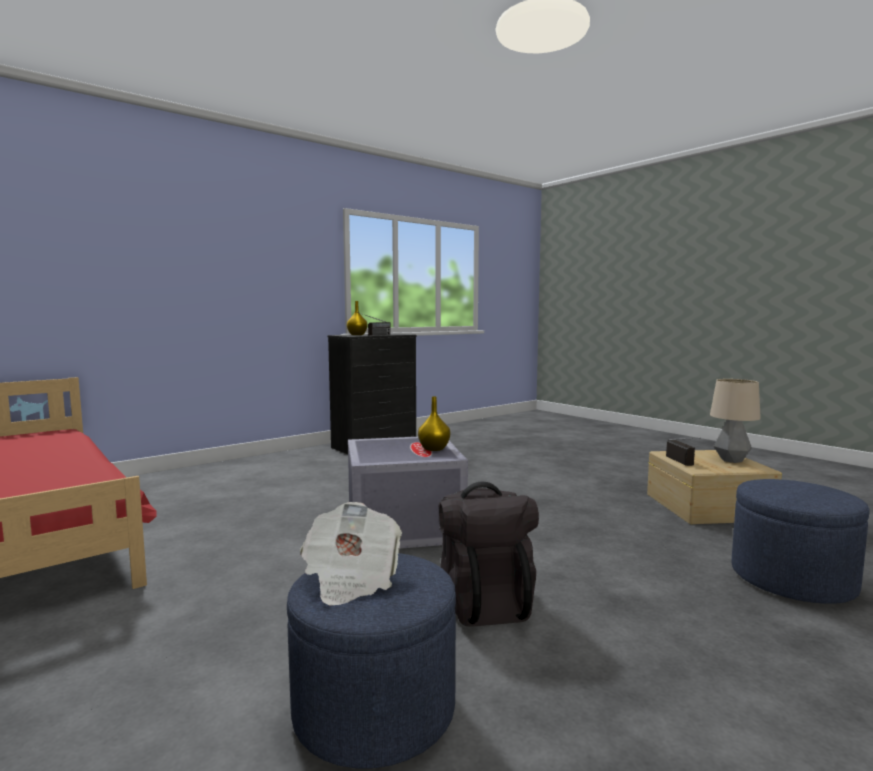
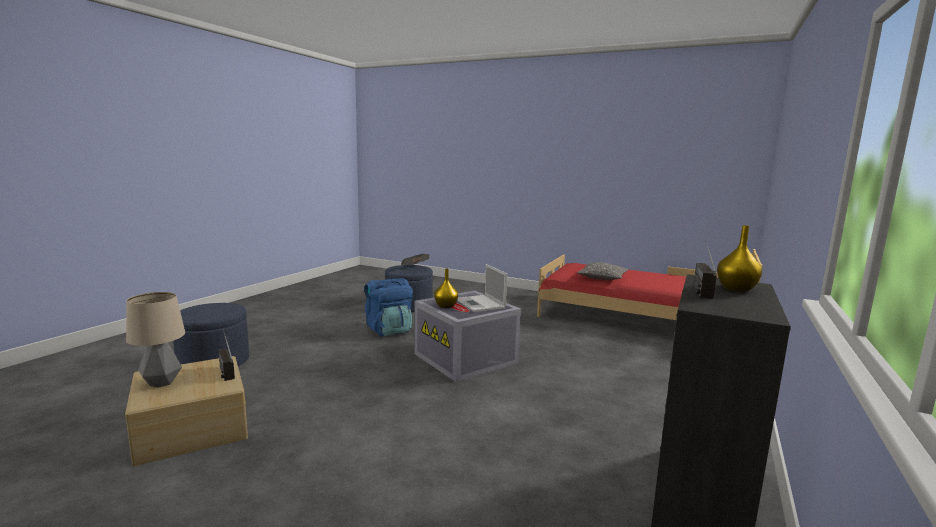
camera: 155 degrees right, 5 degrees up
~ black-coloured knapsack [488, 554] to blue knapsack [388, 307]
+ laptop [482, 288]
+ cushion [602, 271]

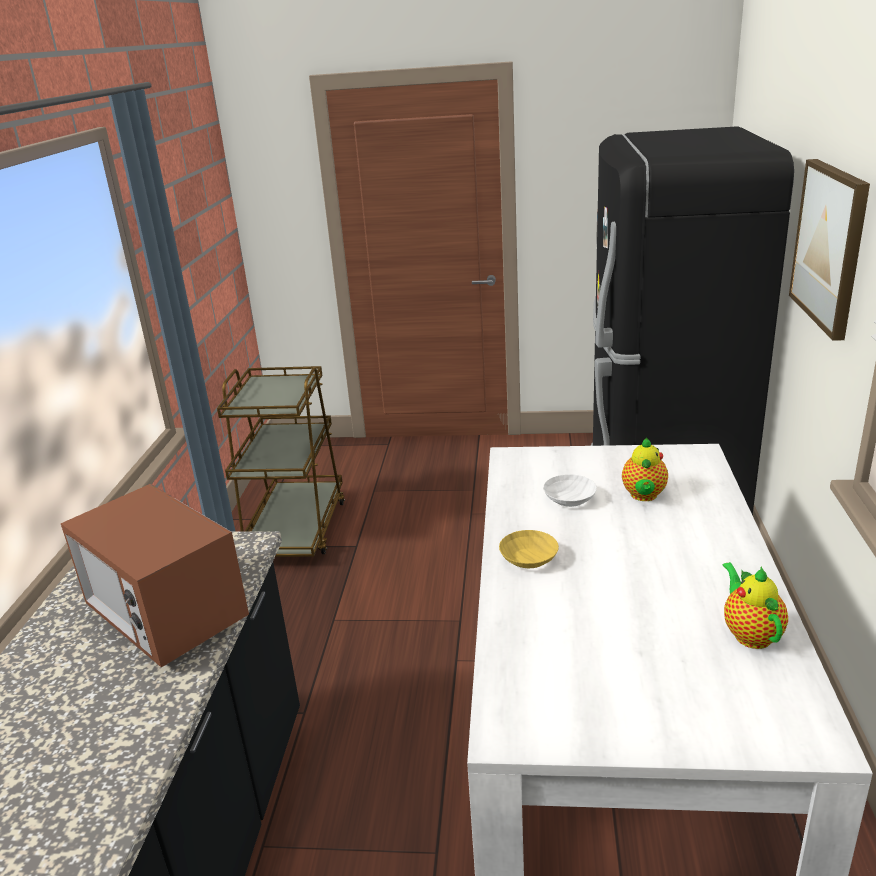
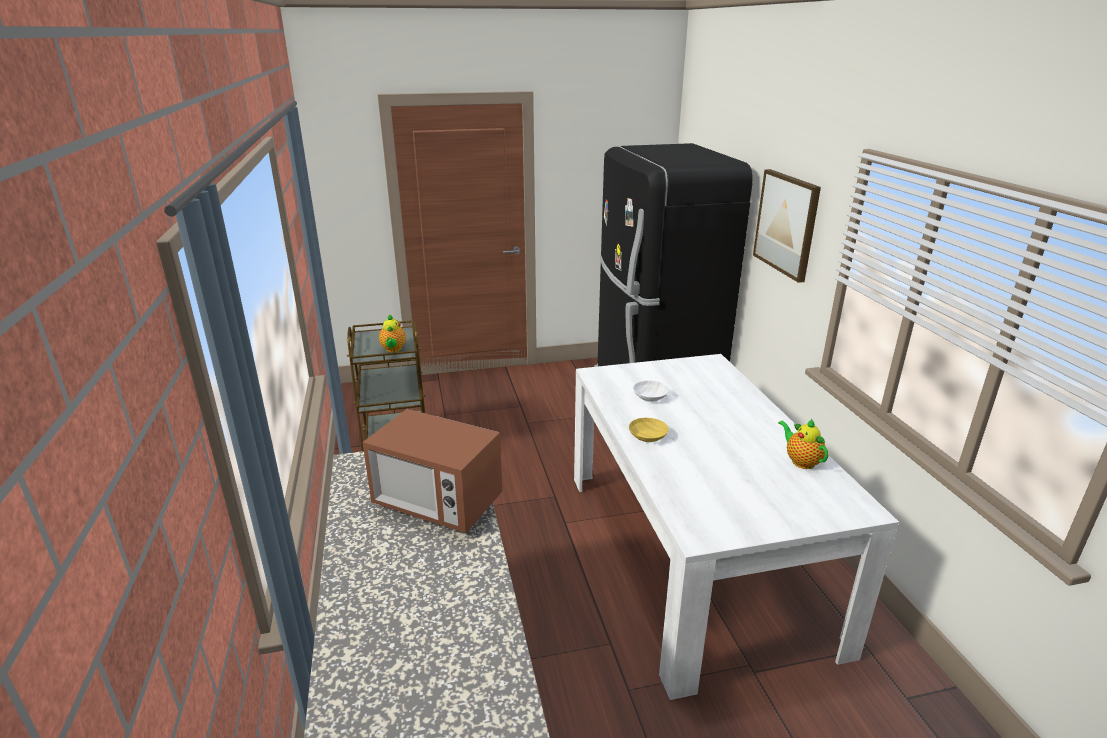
camera: 20 degrees left, 0 degrees up
~ tea pot [645, 469] to [392, 333]

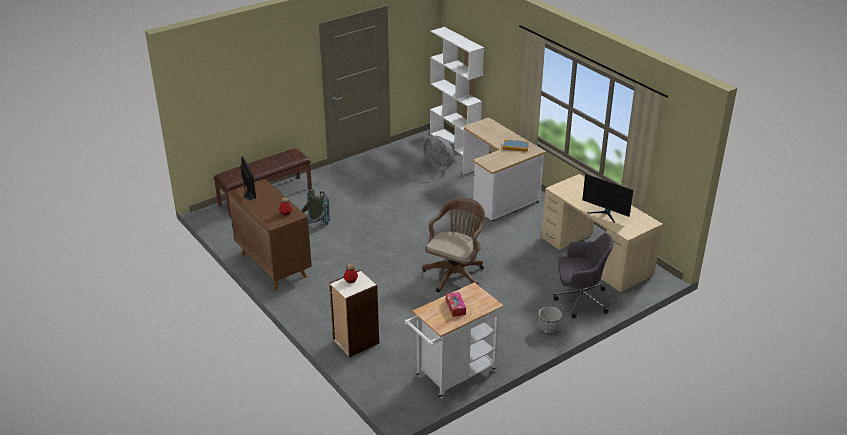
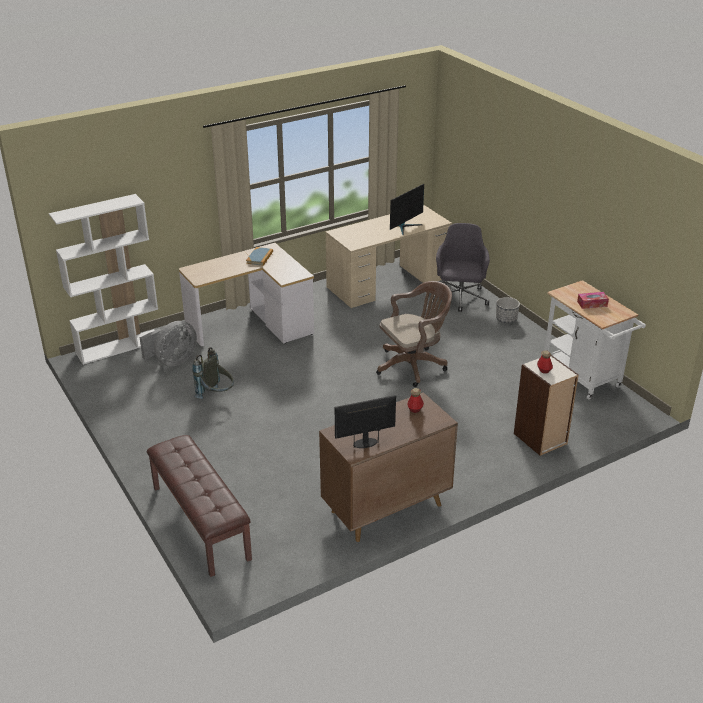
camera: 85 degrees left, 0 degrees up
~ greyish knapsack [315, 207] to [213, 373]
~ brown-coloured office chair [453, 244] = [414, 334] 120 degrees clockwise

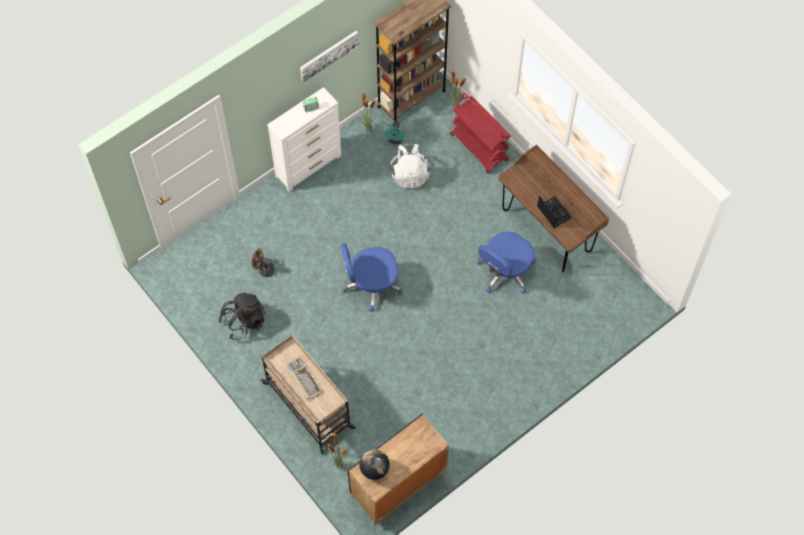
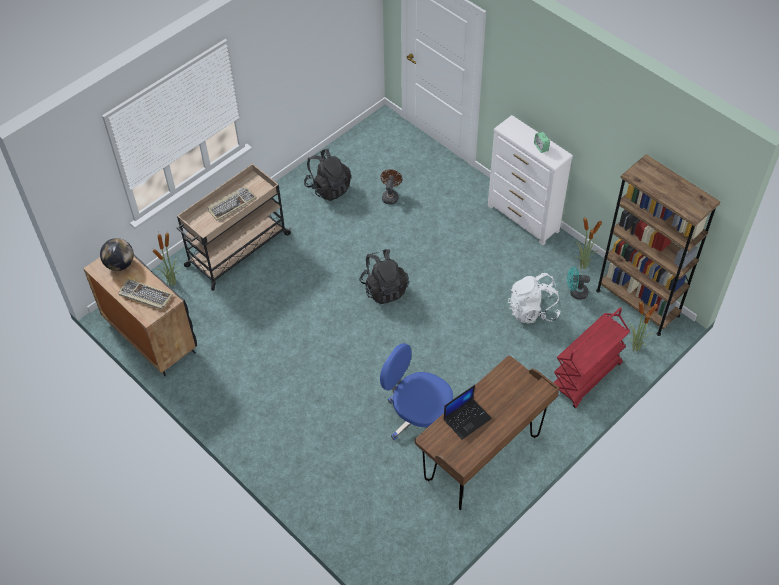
camera: 85 degrees right, 10 degrees down
- wall art [329, 57]
~ blue office chair [371, 277] to black-coloured knapsack [384, 276]
+ PC keyboard [146, 294]

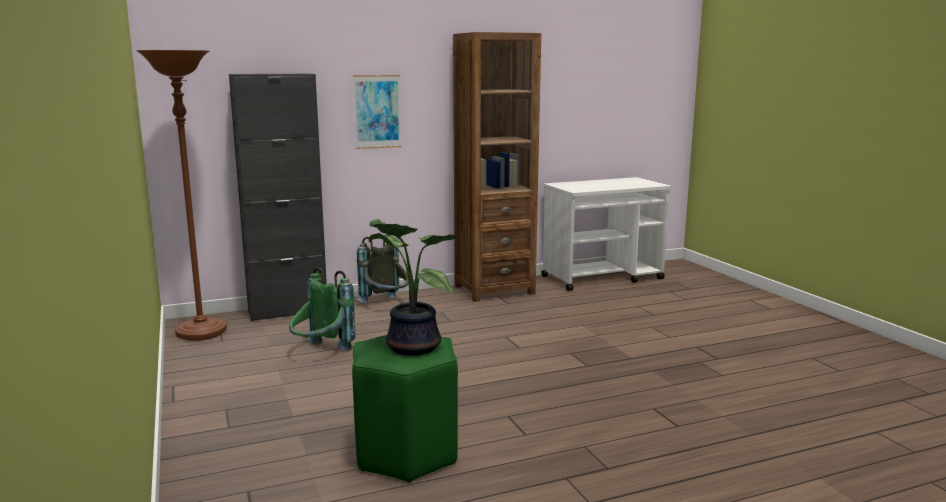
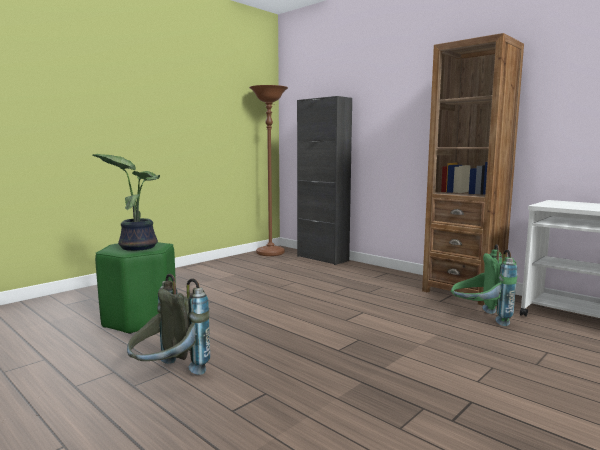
camera: 65 degrees right, 5 degrees down
~ green knapsack [322, 309] to [484, 285]
- wall art [377, 112]
~ greyish knapsack [382, 269] to [168, 324]

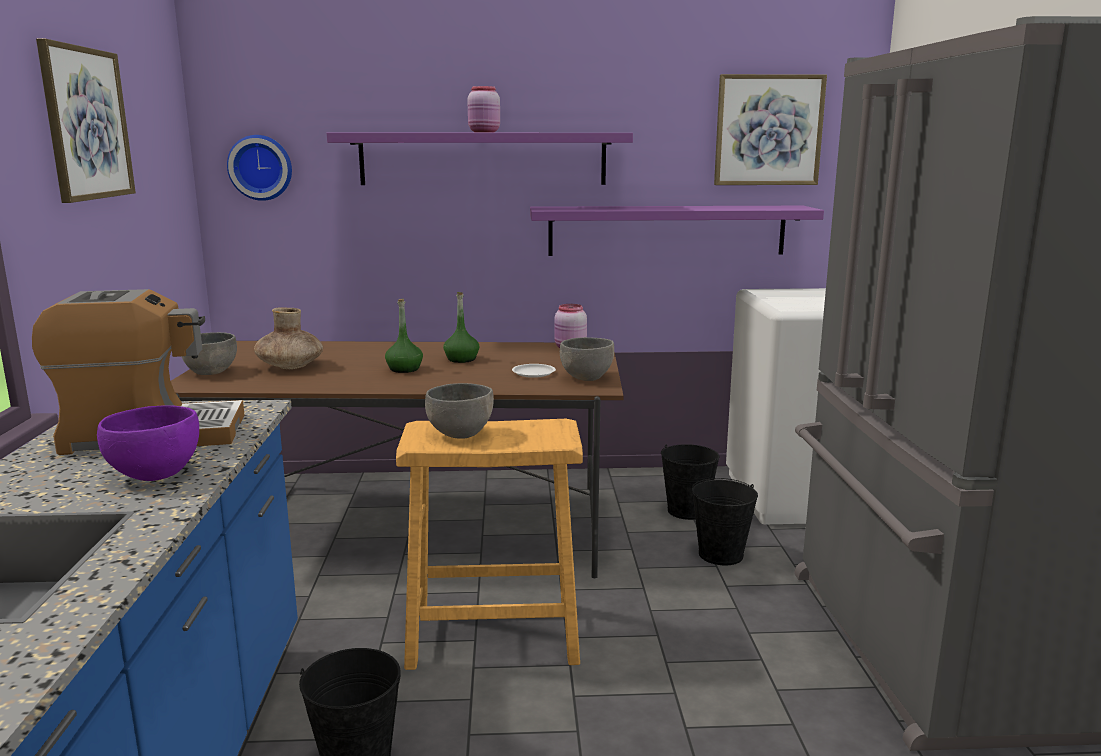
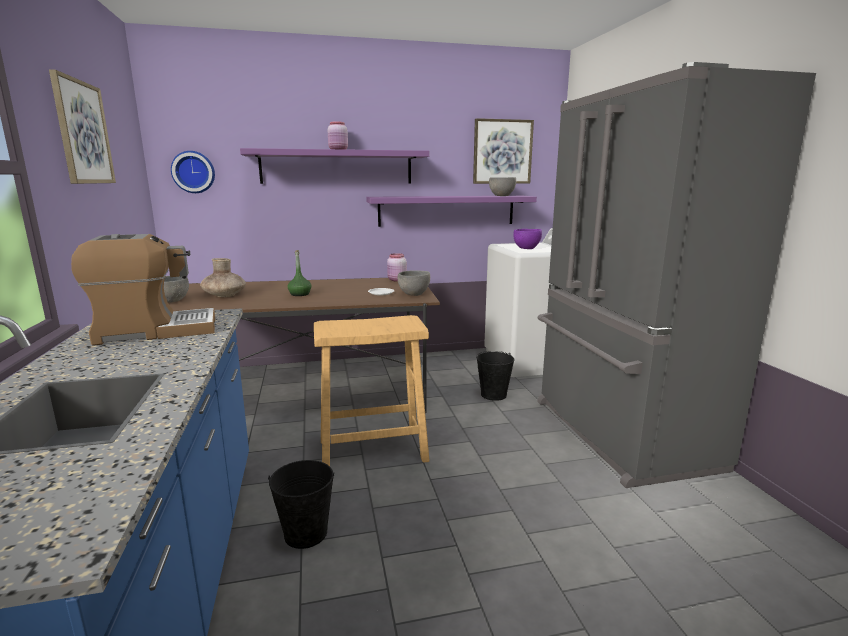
camera: 10 degrees left, 0 degrees up
~ purplish deep dish [148, 443] to [527, 239]
~ greyish deep dish [459, 411] to [502, 186]
- green drink bottle [461, 327]
- black-coloured bucket [690, 482]

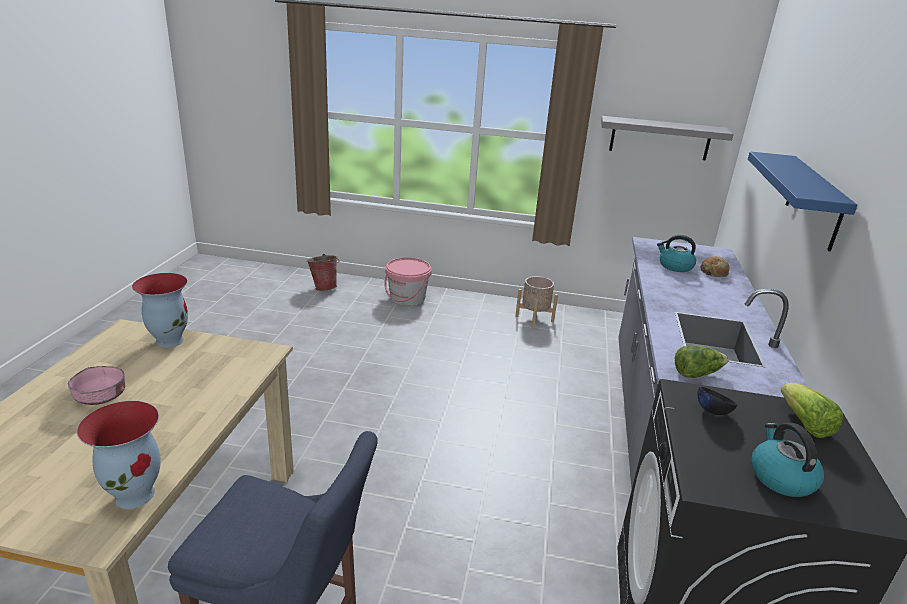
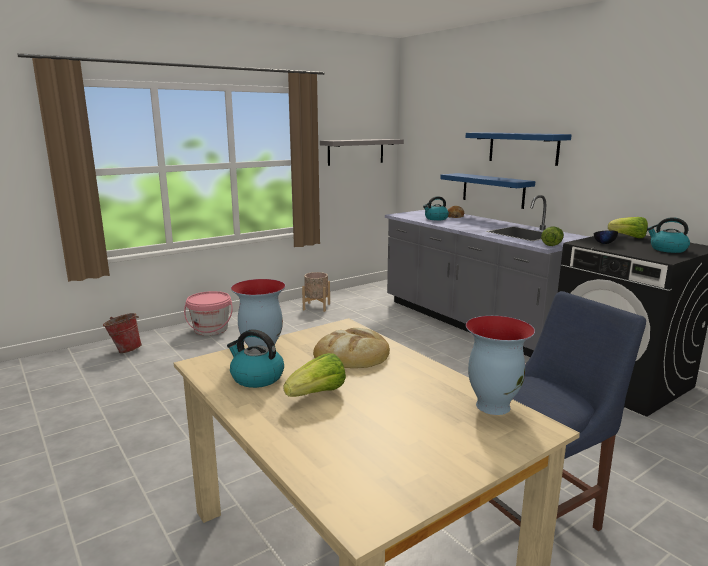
camera: 45 degrees left, 10 degrees down
~ pink-coloured deep dish [97, 385] to lettuce head [314, 375]
+ kettle [255, 358]
+ baked bread [351, 348]
+ blue wall shelf [488, 191]

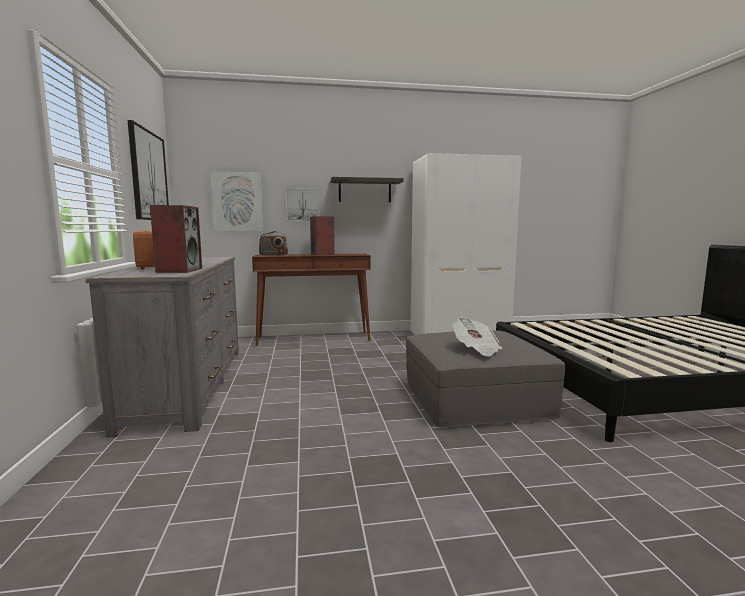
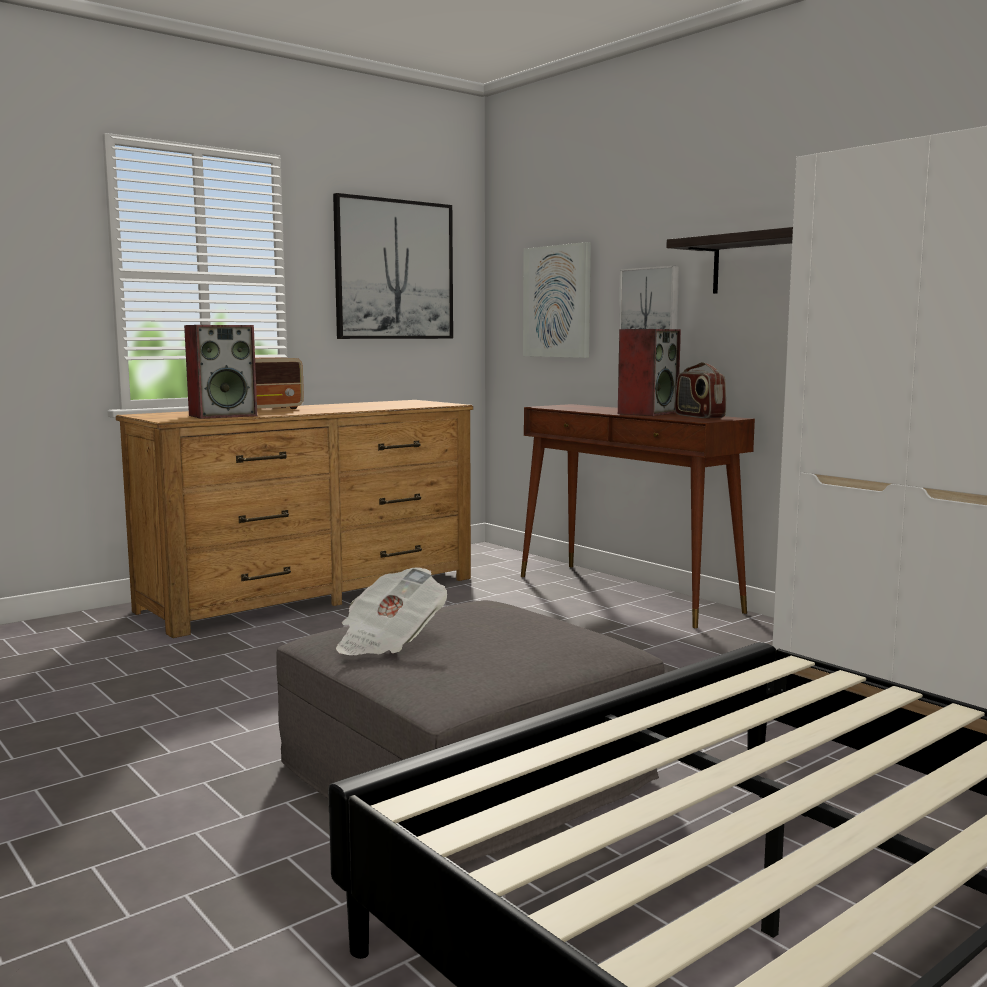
camera: 60 degrees right, 0 degrees up
~ greyish dresser [162, 347] to brown-coloured dresser [294, 519]
~ radio [273, 243] to [700, 390]

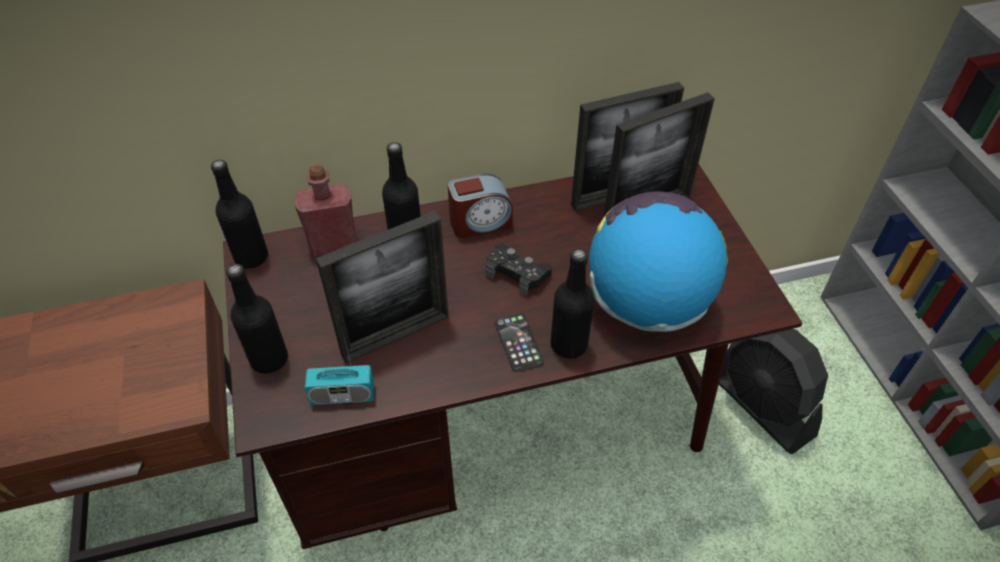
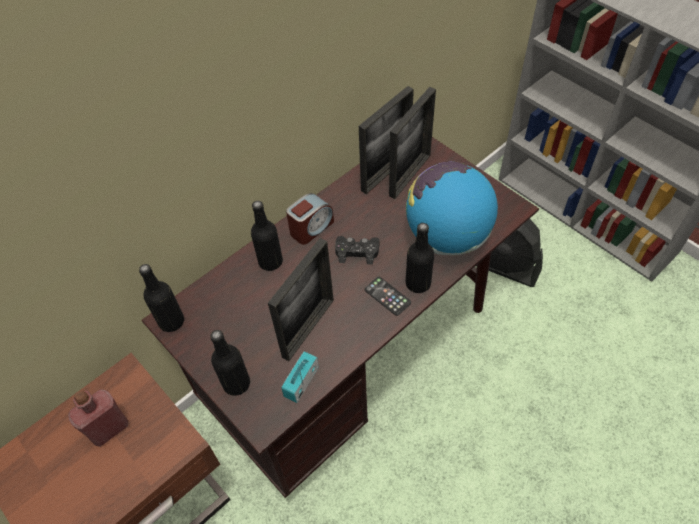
camera: 25 degrees left, 5 degrees up
~ red drink bottle [325, 210] to [98, 418]
~ radio [339, 368] = [300, 377] 150 degrees clockwise

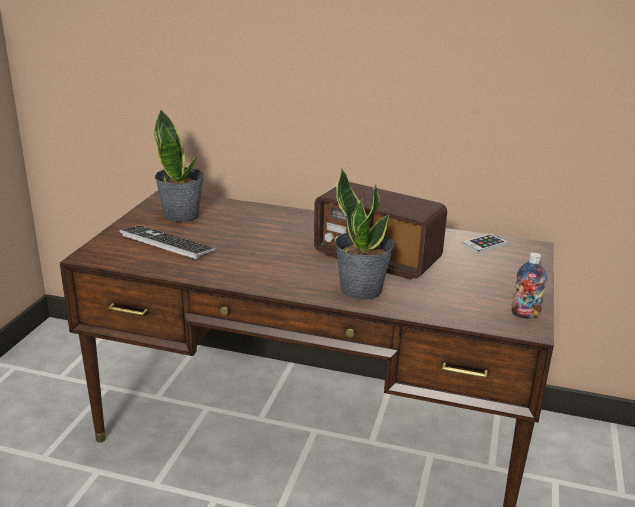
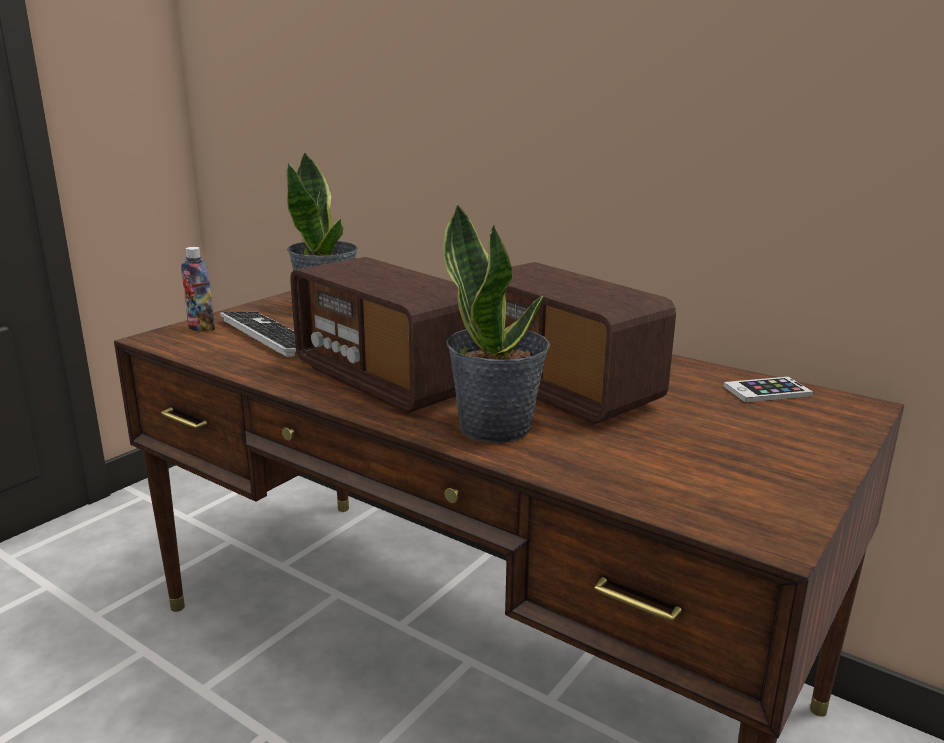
camera: 20 degrees right, 5 degrees down
~ drink bottle [529, 286] to [198, 289]
+ radio [378, 335]

